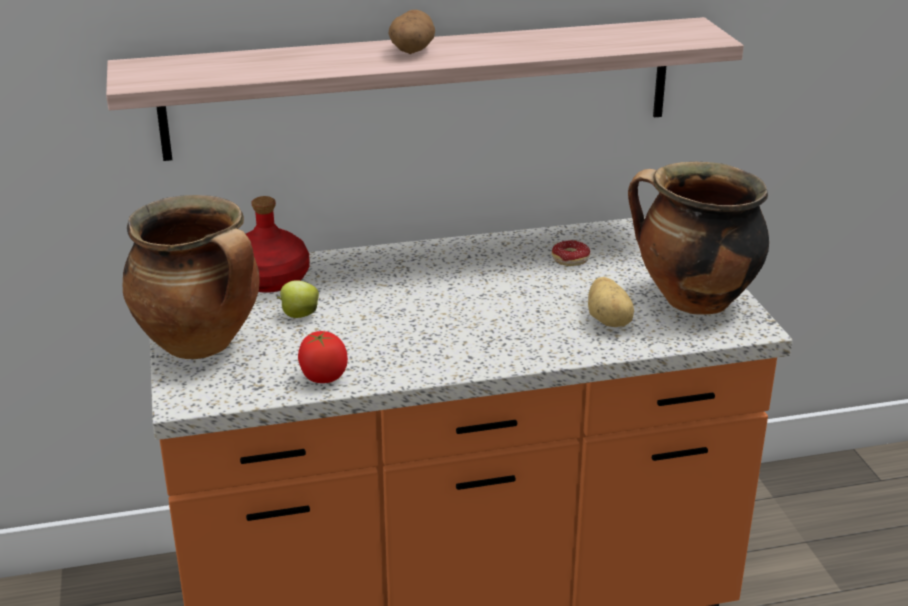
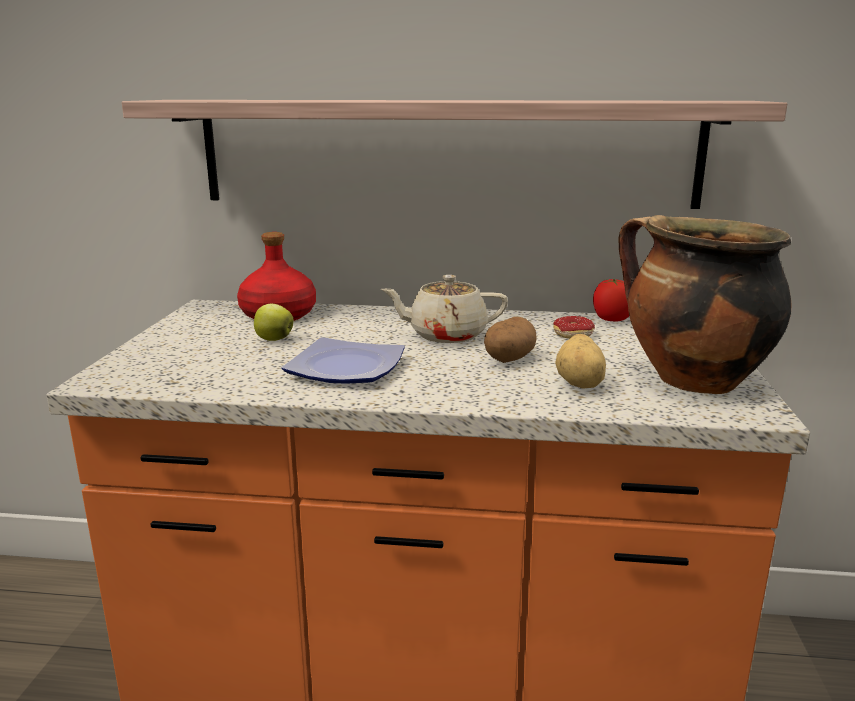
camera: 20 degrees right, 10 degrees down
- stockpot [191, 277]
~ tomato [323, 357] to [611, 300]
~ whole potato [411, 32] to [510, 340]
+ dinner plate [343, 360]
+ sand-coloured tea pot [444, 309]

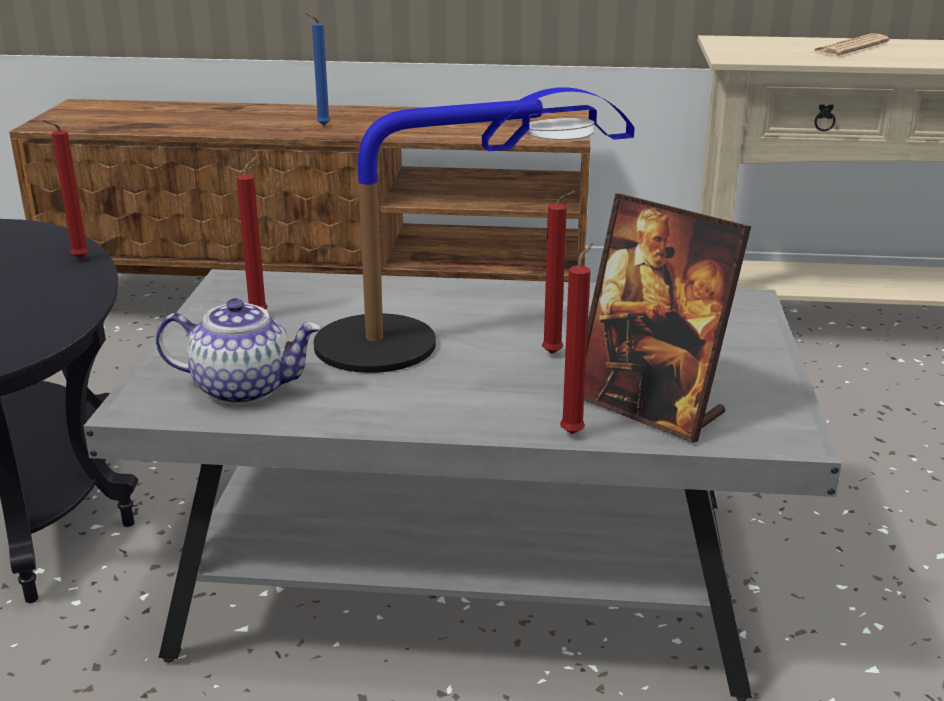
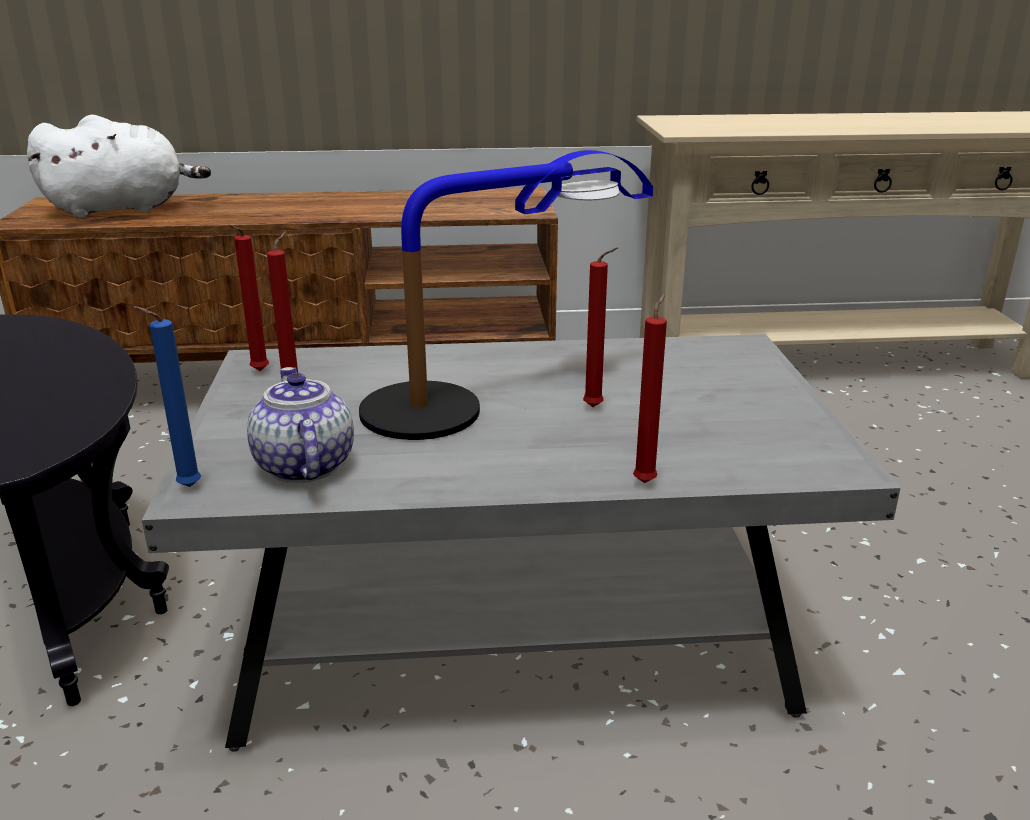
camera: 10 degrees left, 0 degrees up
~ red wax candle [66, 189] to [248, 298]
~ tea pot [238, 351] = [300, 425] 105 degrees counterclockwise
~ blue wax candle [317, 69] to [167, 396]
- picture frame [667, 318]
- newspaper [851, 45]
+ white-coloured plush toy [119, 166]

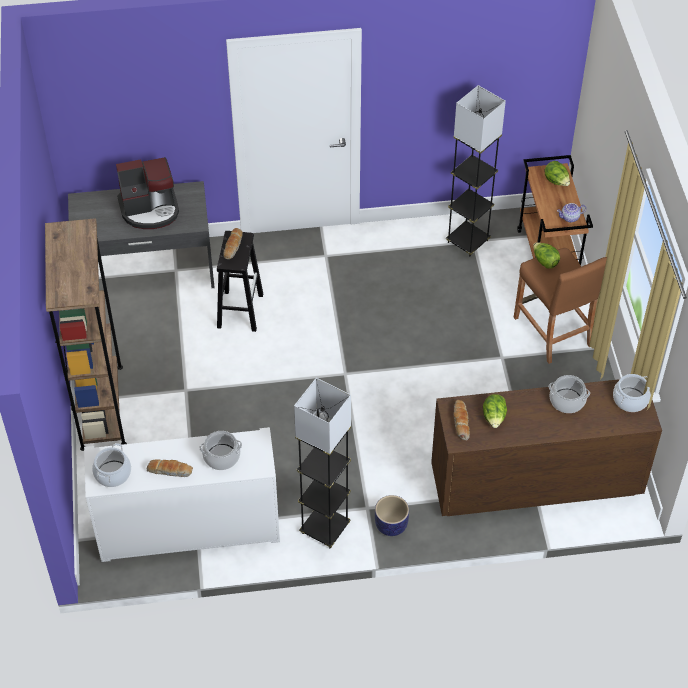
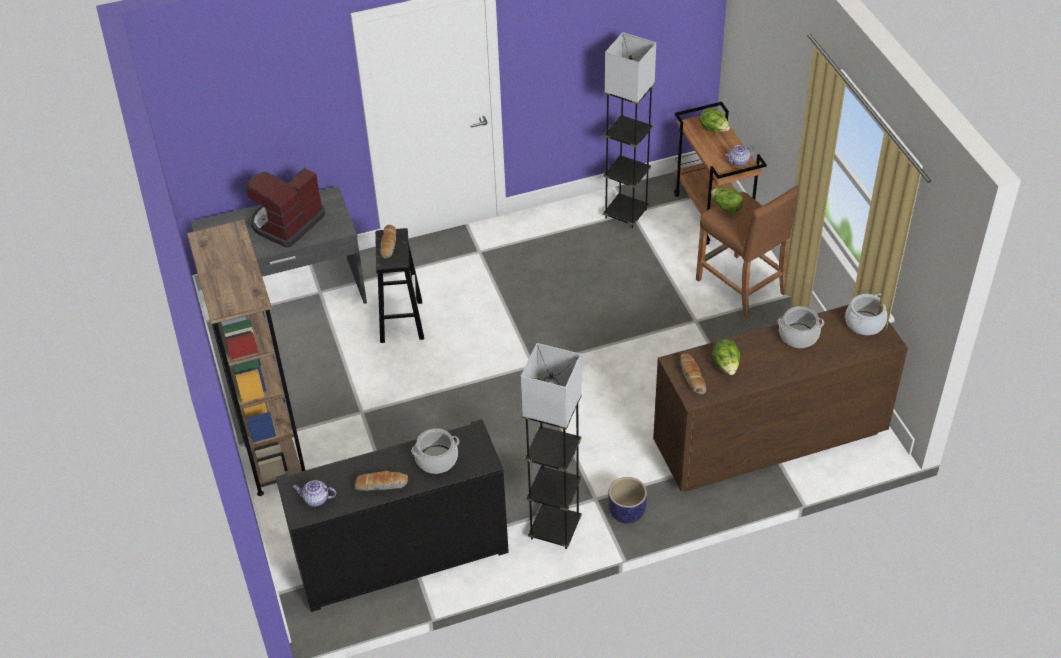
camera: 10 degrees left, 5 degrees down
~ white-coloured storage cabinet [182, 494] to black-coloured storage cabinet [392, 515]
~ stockpot [111, 465] to tea pot [314, 493]
~ coffee brewer [147, 193] = [285, 207] 150 degrees clockwise

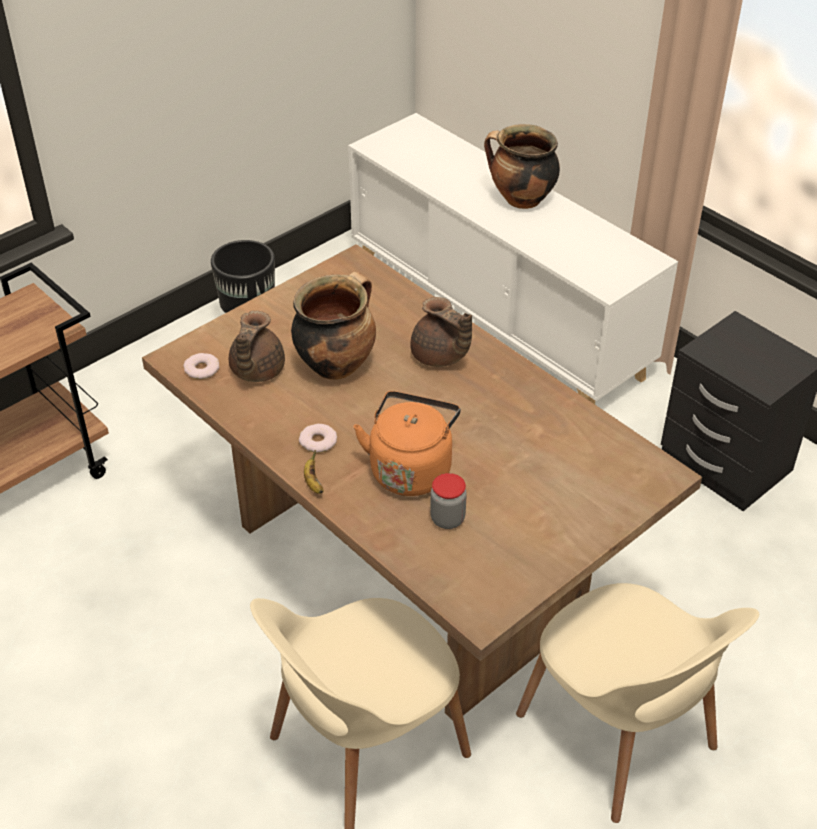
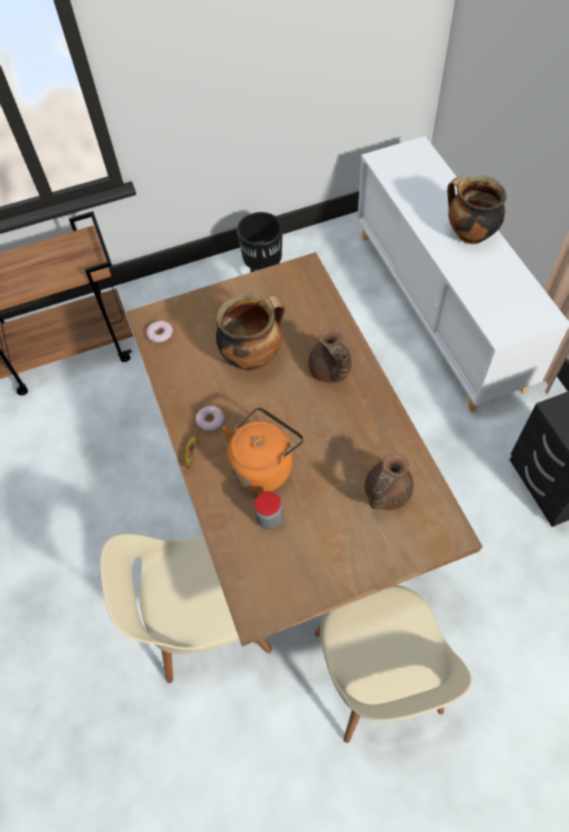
camera: 25 degrees right, 15 degrees up
~ brown-coloured tea pot [257, 346] to [389, 482]

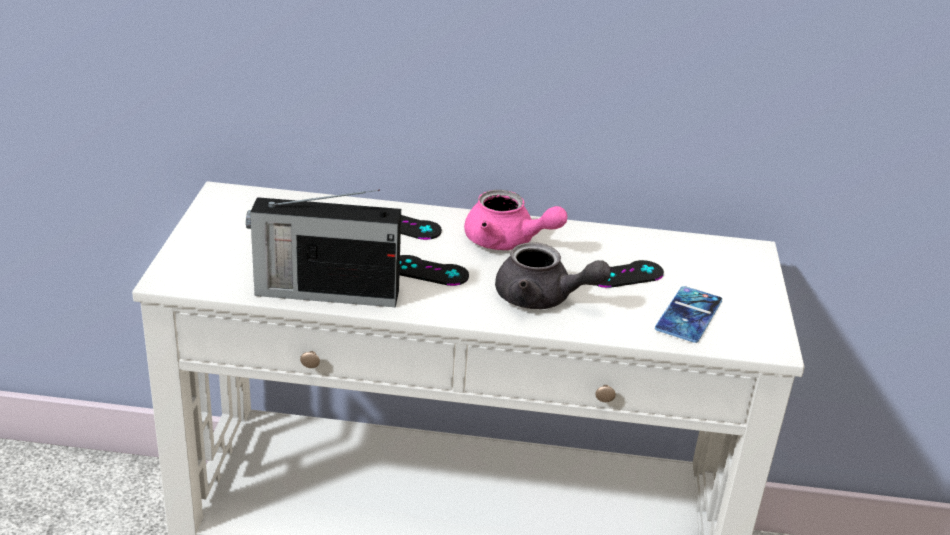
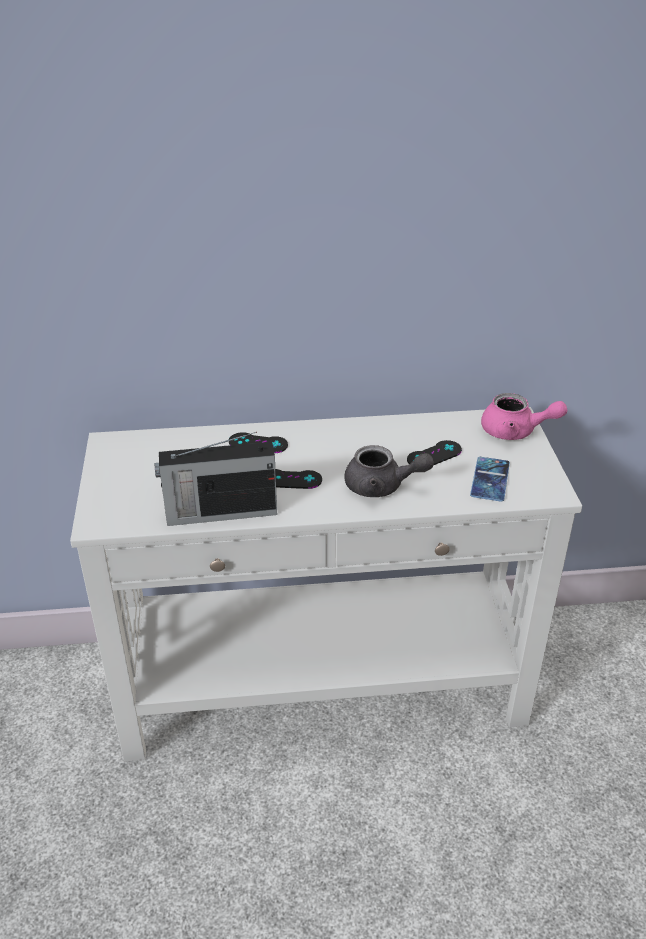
camera: 10 degrees left, 5 degrees up
~ pink-coloured tea pot [516, 220] to [524, 416]

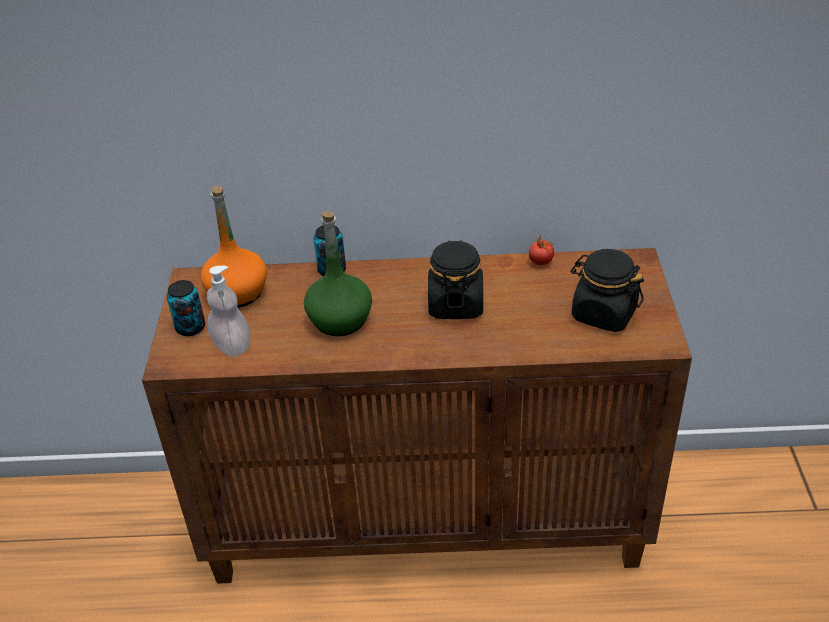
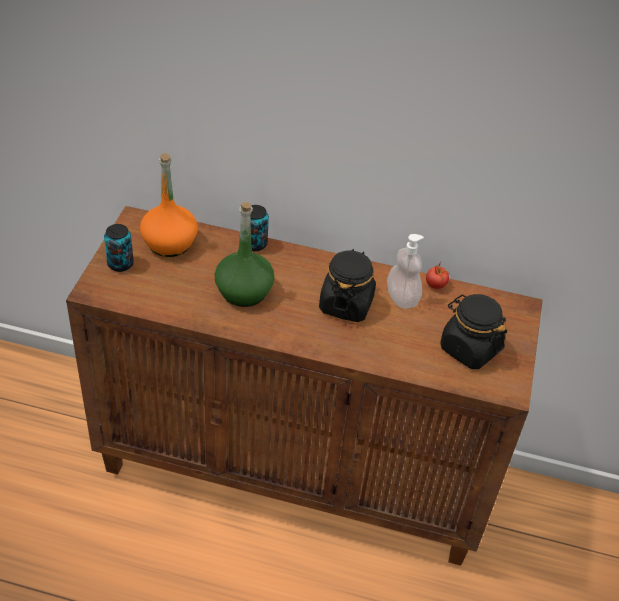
camera: 10 degrees right, 5 degrees up
~ soap bottle [228, 311] to [405, 271]

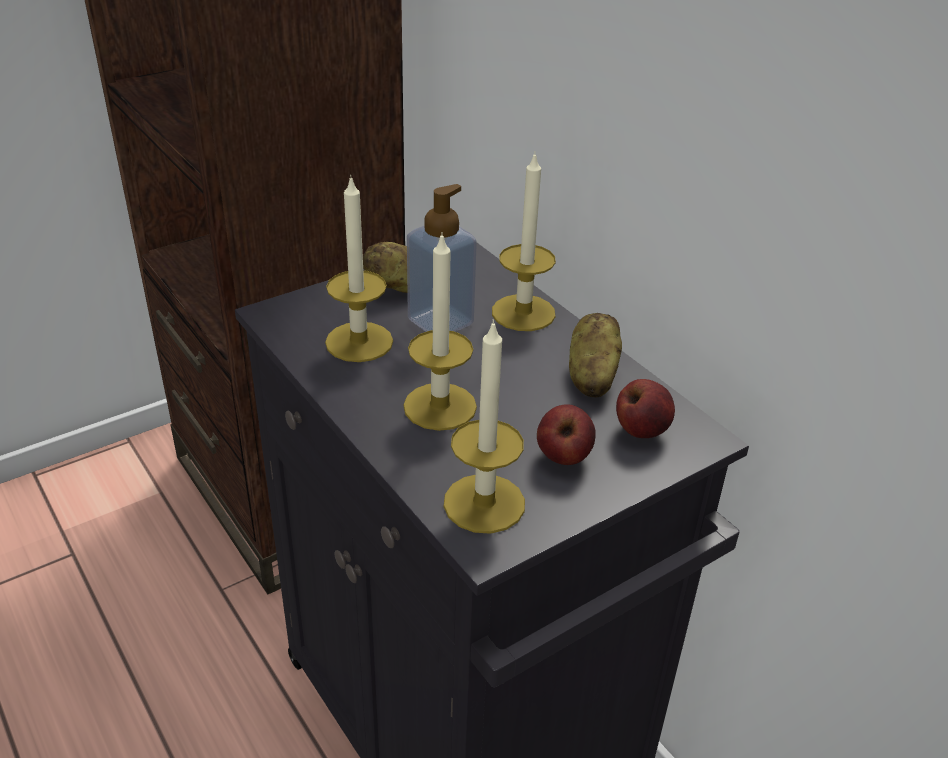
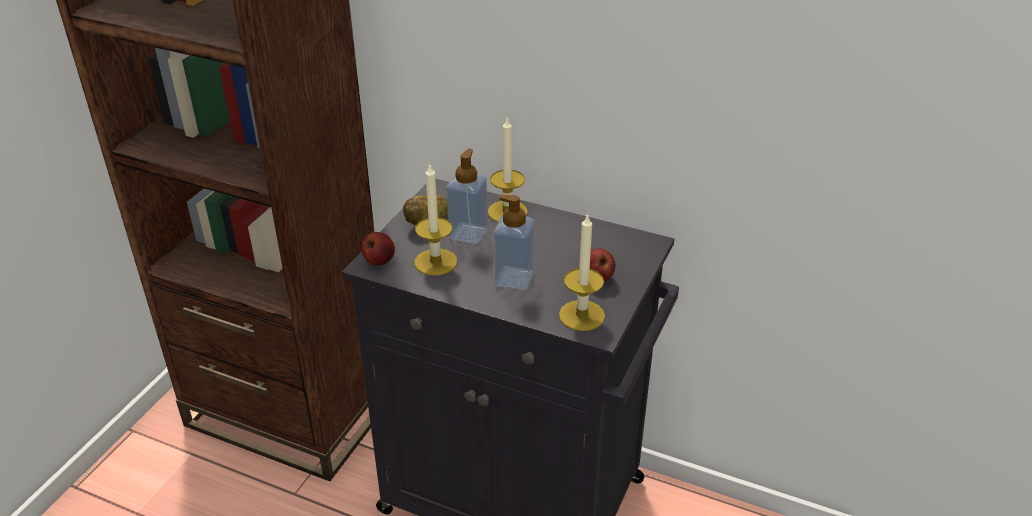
camera: 30 degrees left, 0 degrees up
~ wax candle [440, 333] to soap bottle [514, 242]
- whole potato [595, 355]
~ whole apple [645, 408] to [378, 249]

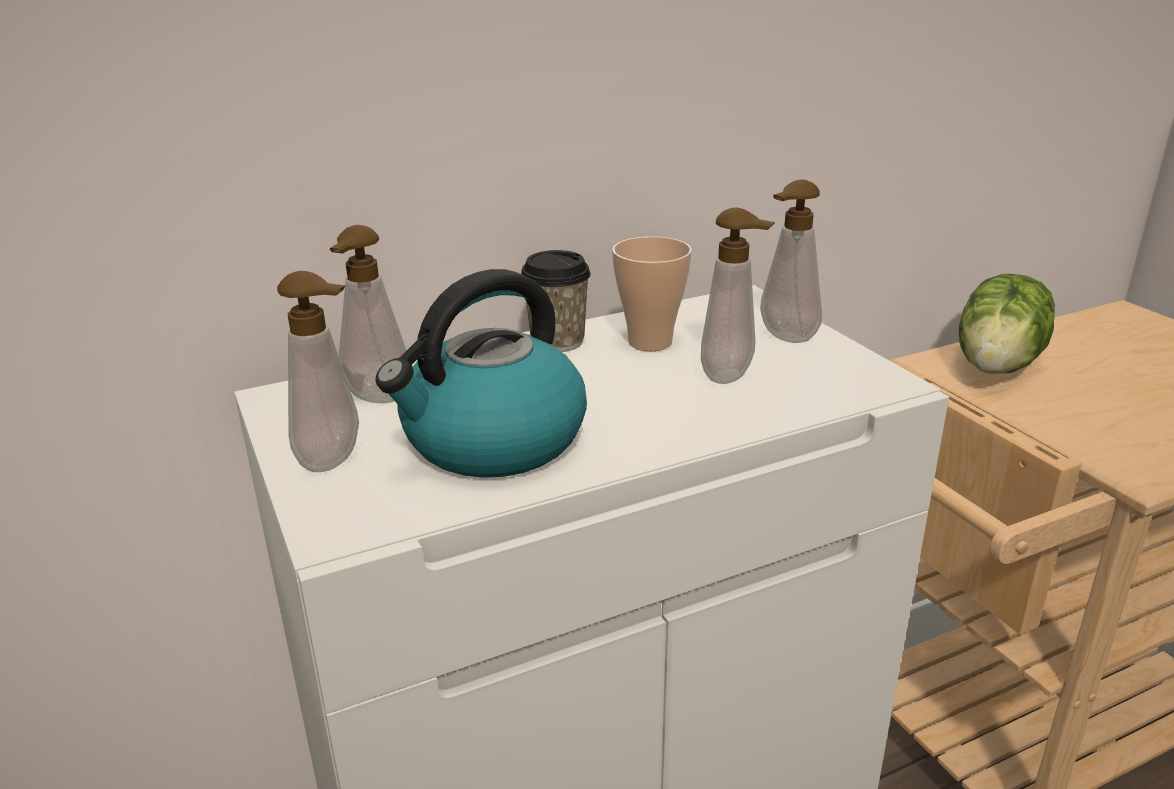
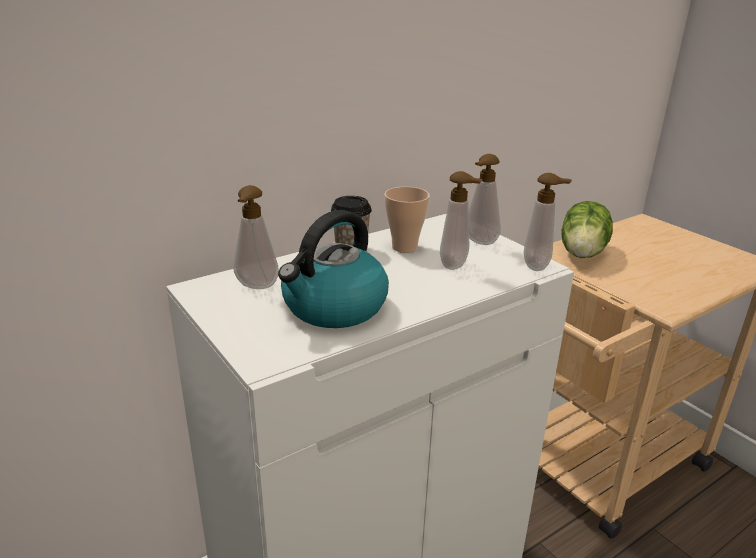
camera: 10 degrees left, 0 degrees up
~ soap bottle [318, 371] to [548, 222]

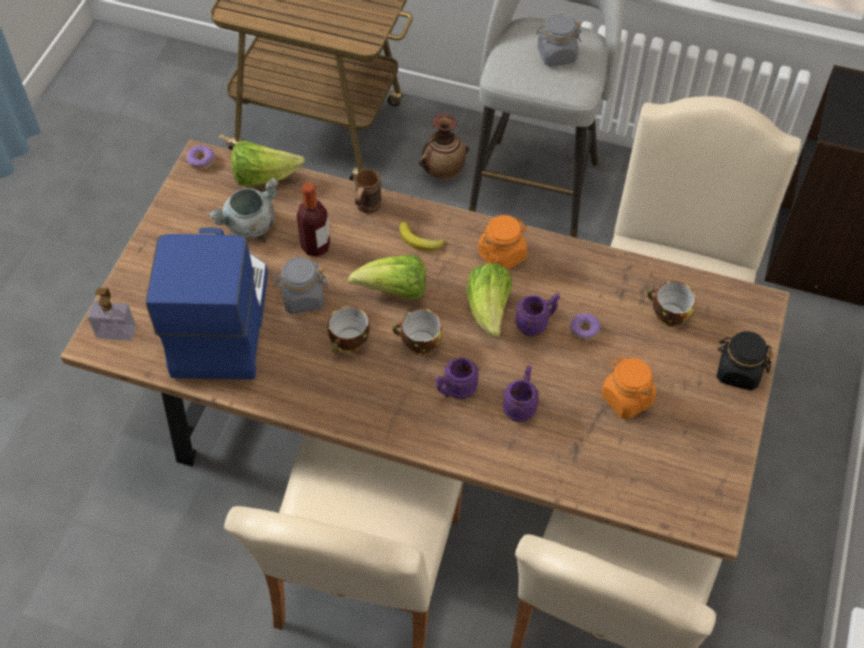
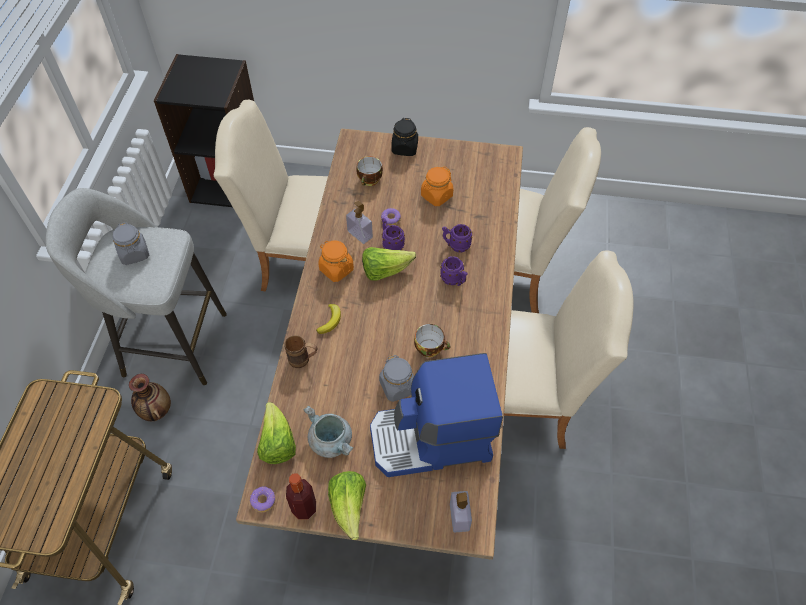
camera: 100 degrees left, 0 degrees up
~ drink bottle [313, 219] to [301, 496]
~ lettuce head [387, 277] to [347, 505]
- drinking cup [417, 332]
+ soap bottle [359, 222]

